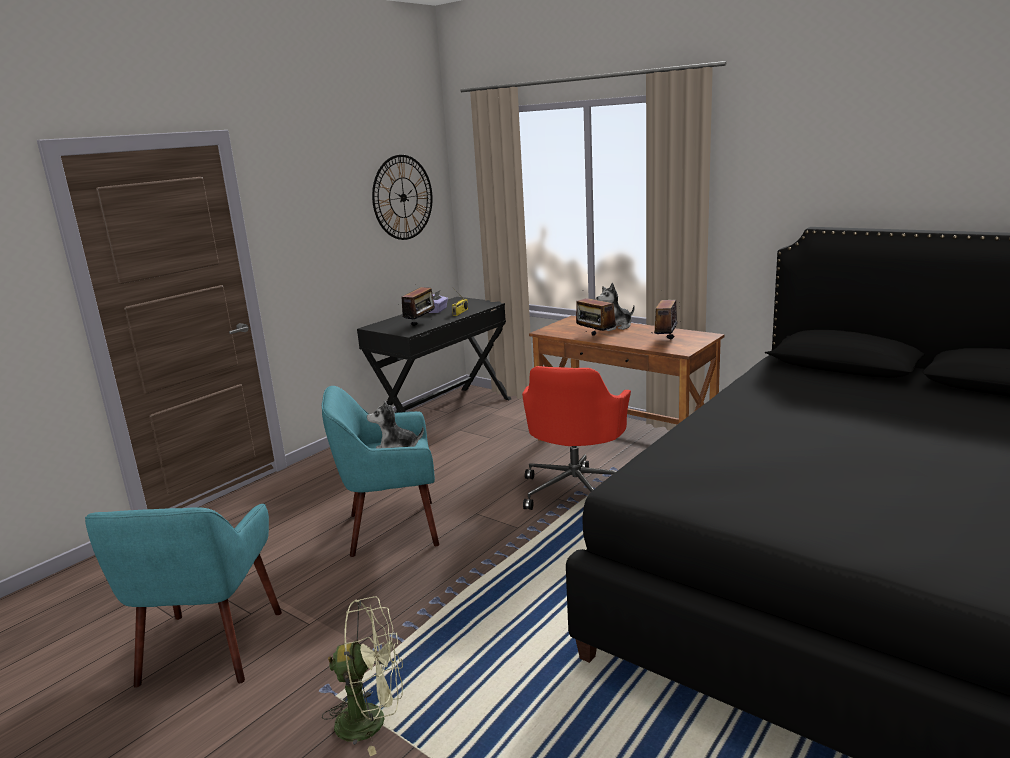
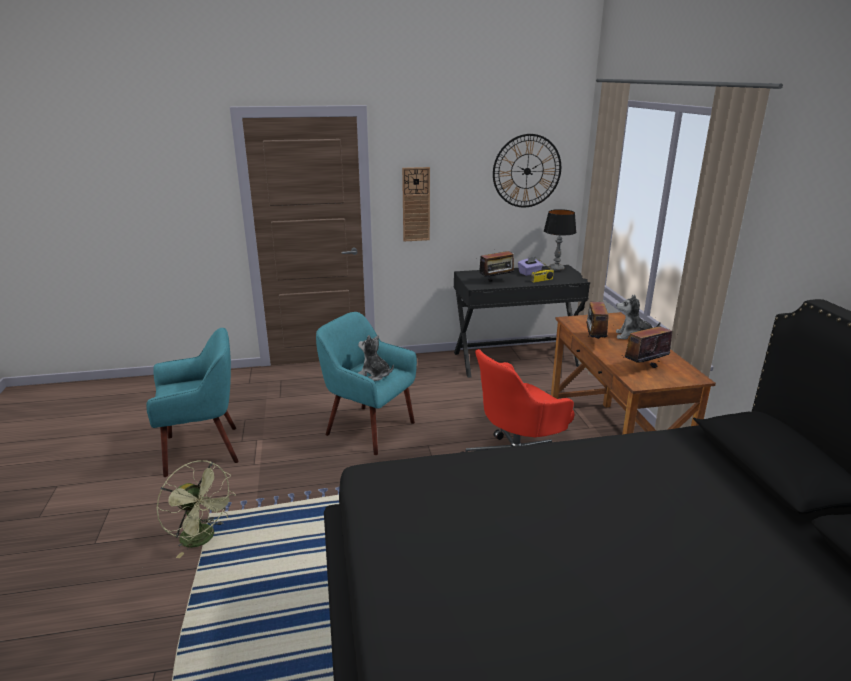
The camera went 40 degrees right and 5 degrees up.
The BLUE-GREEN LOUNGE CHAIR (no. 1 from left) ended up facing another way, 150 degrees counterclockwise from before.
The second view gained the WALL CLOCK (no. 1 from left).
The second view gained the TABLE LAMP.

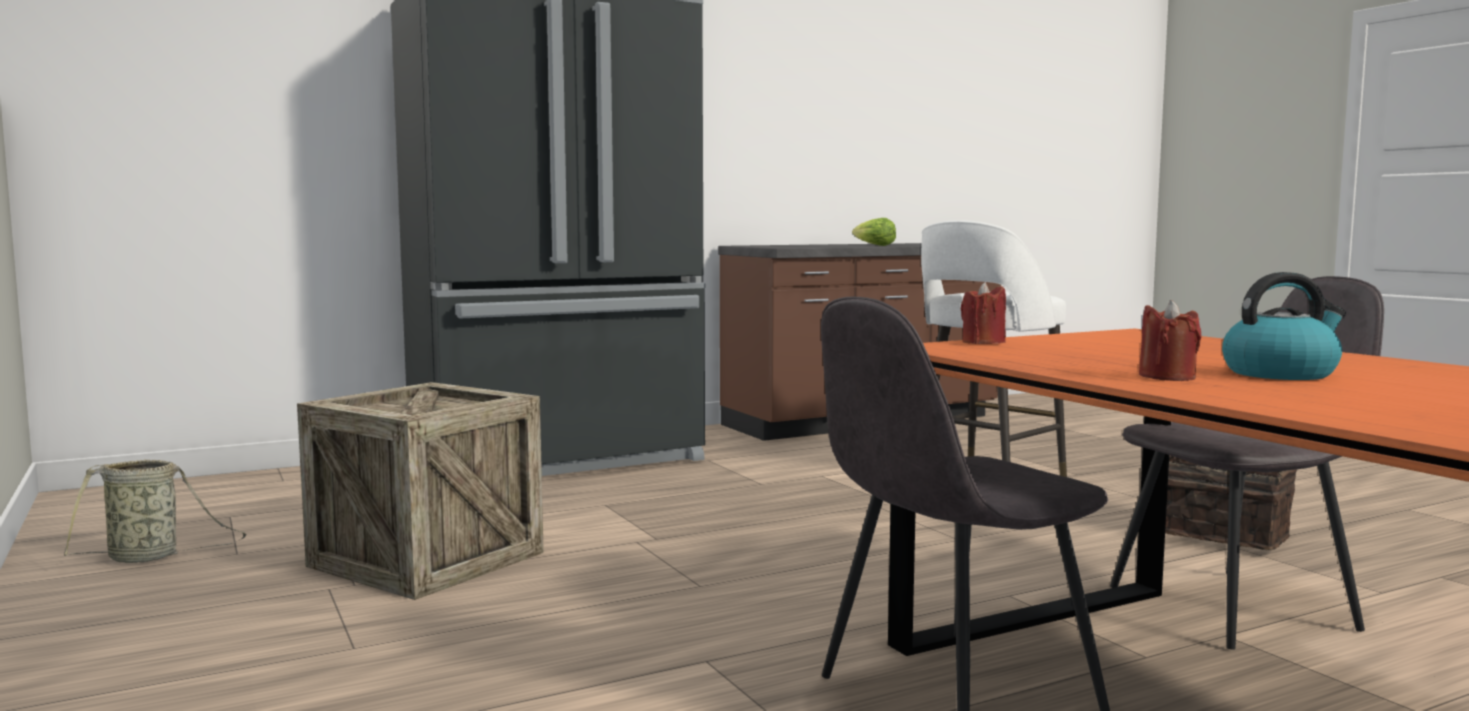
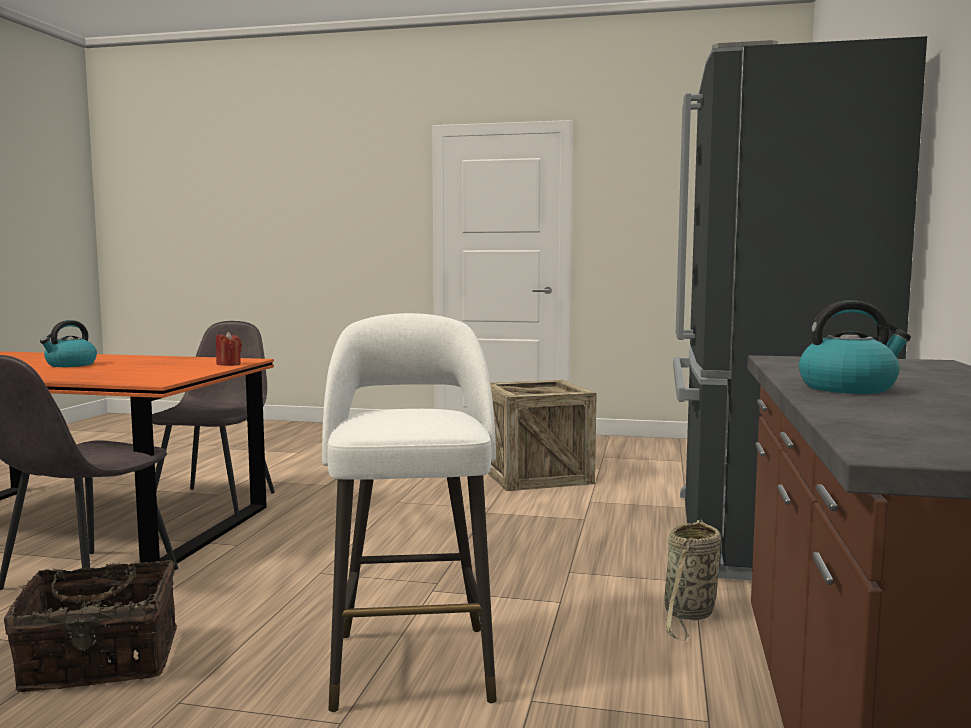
The camera went 130 degrees right and 0 degrees up.
The STORAGE BASKET (no. 1 from left in the first image) ended up elsewhere.
Where the HEAD OF LETTUCE stood, the WATER KETTLE (no. 2 from left) came to stand.
The second view lost the RED CANDLE (no. 2 from left).

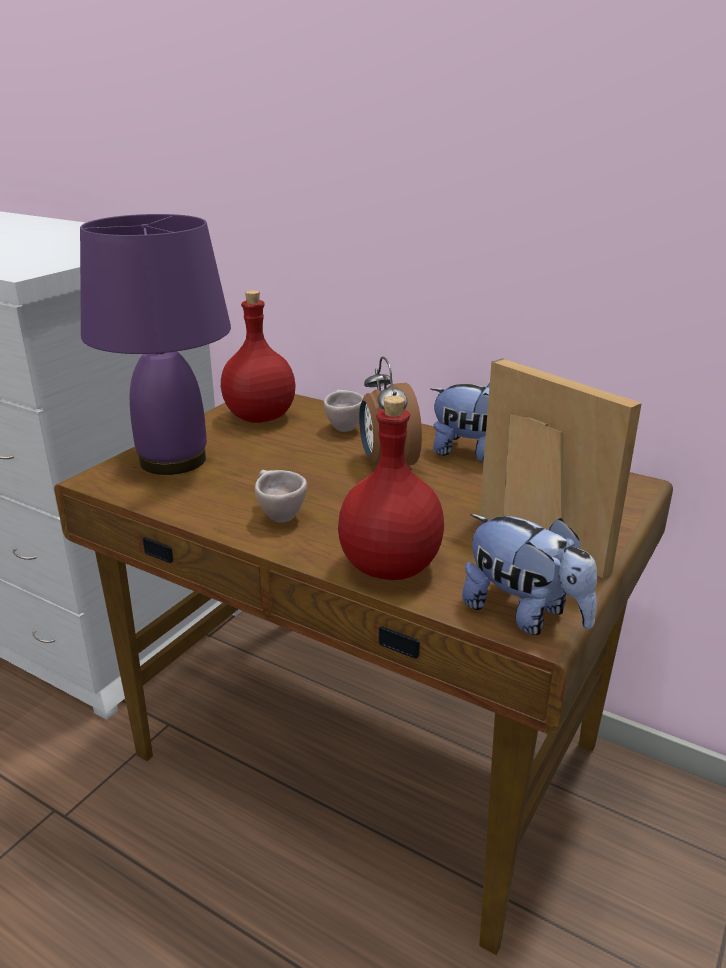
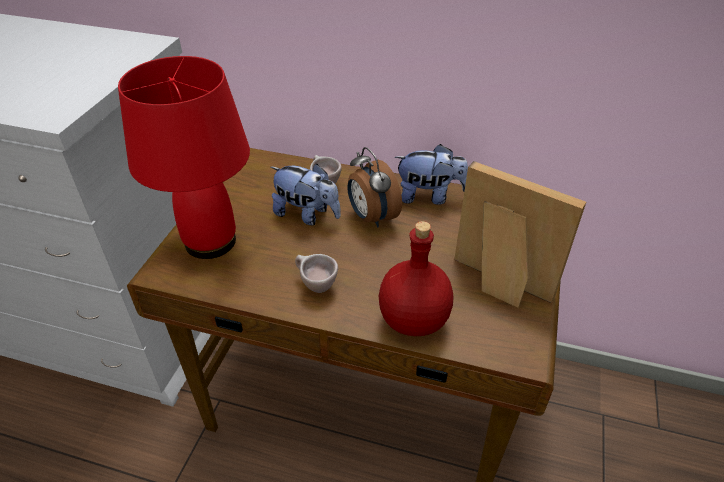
The camera went 15 degrees left and 15 degrees up.
What was the PURPLISH TABLE LAMP turned into the RED TABLE LAMP.
The second view lost the RED BOTTLE (no. 1 from left).
The SOFT TOY (no. 2 from left in the first image) ended up elsewhere.

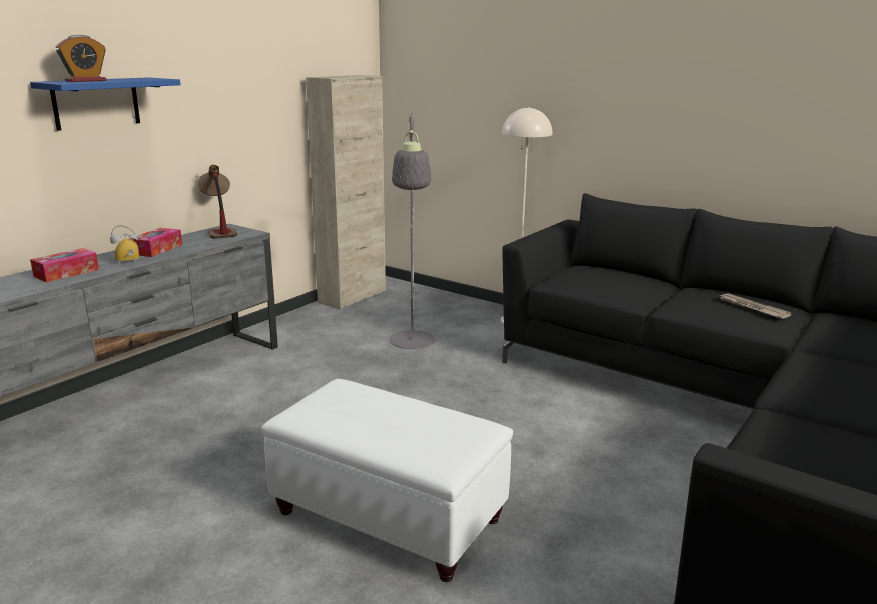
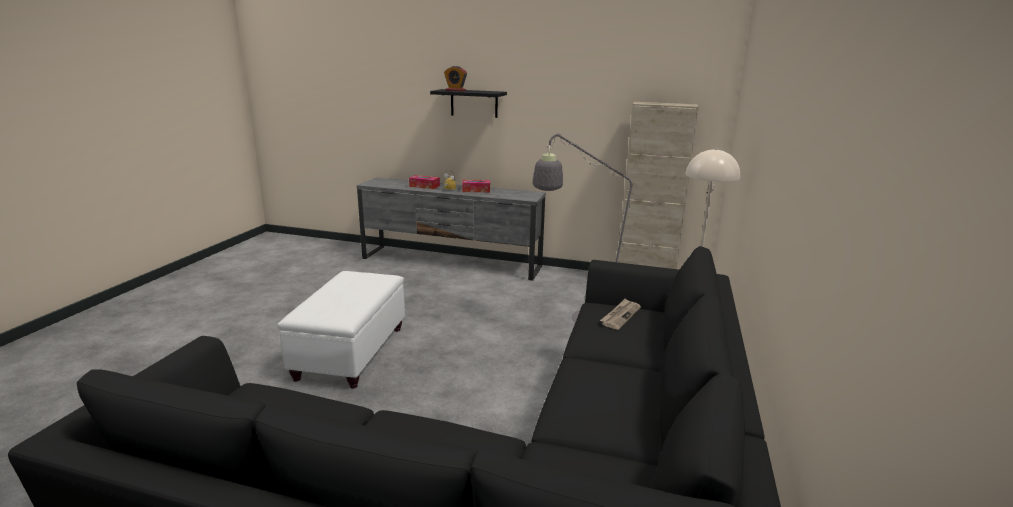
The camera went 70 degrees right and 0 degrees up.
What was the BLUE-COLOURED SHELF turned into the BLACKISH SHELF.
The second view lost the TABLE LAMP.
The DAILY PAPER ended up elsewhere.

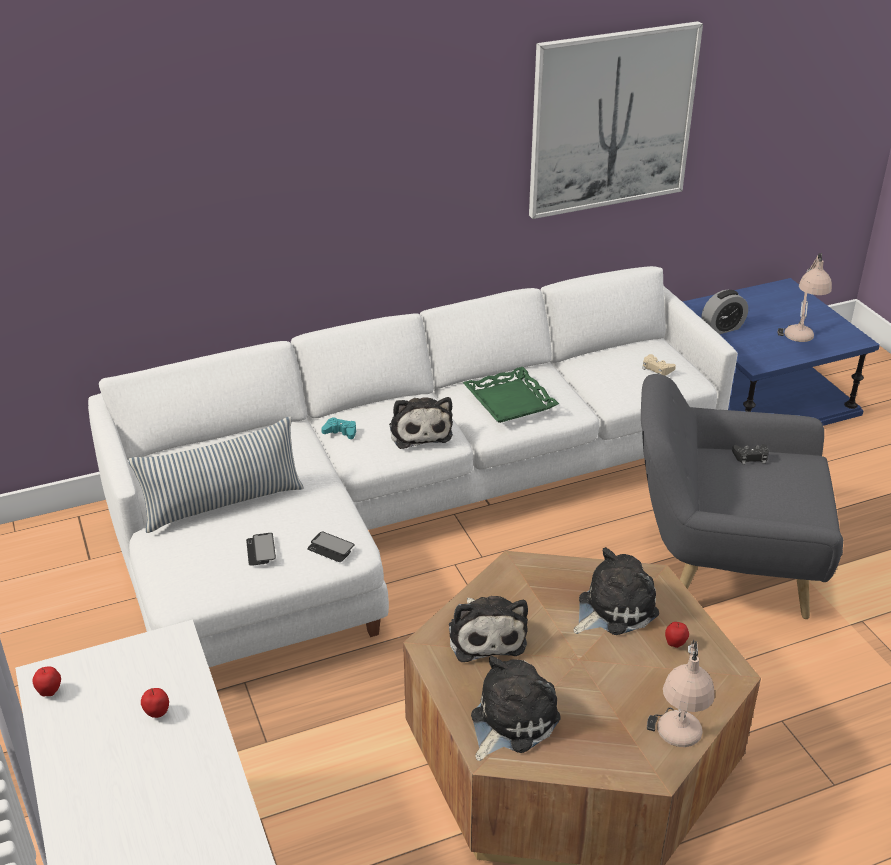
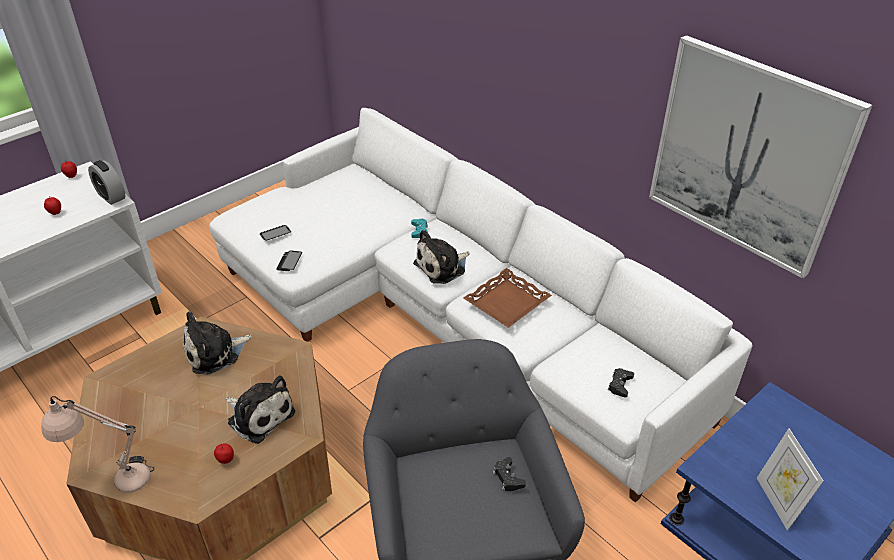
The camera went 70 degrees right and 5 degrees up.
The second view lost the CUSHION.
What was the GREEN CARRYING TRAY turned into the BROWNISH CARRYING TRAY.
The second view lost the SOFT TOY (no. 3 from left).
What was the SAND-COLOURED GAMEPAD turned into the BLACKISH GAMEPAD (no. 2 from left).
The TABLE CLOCK ended up elsewhere.
Where the SAND-COLOURED TABLE LAMP (no. 2 from left) stood, the PICTURE FRAME came to stand.

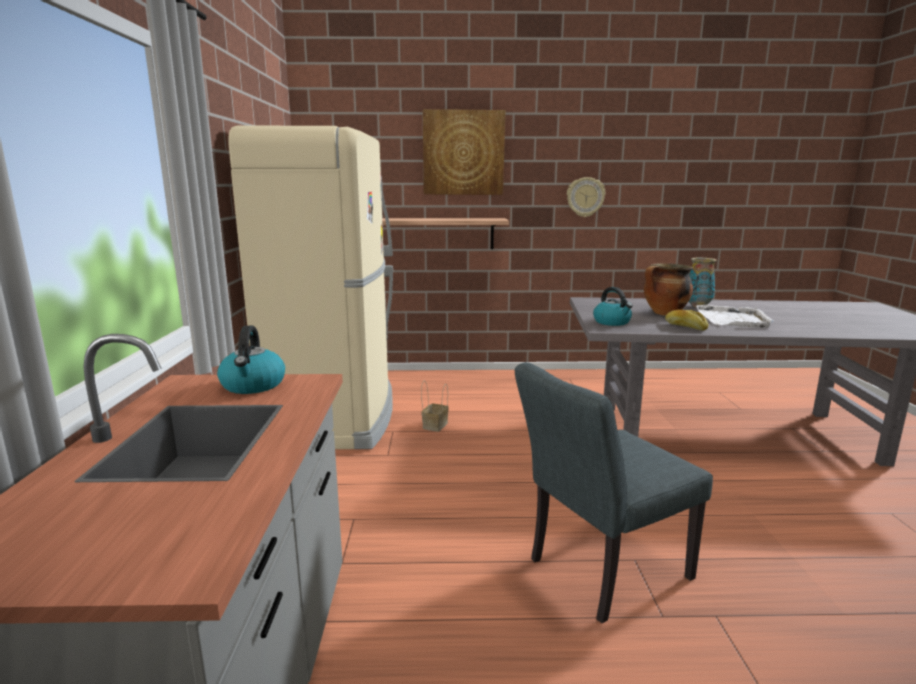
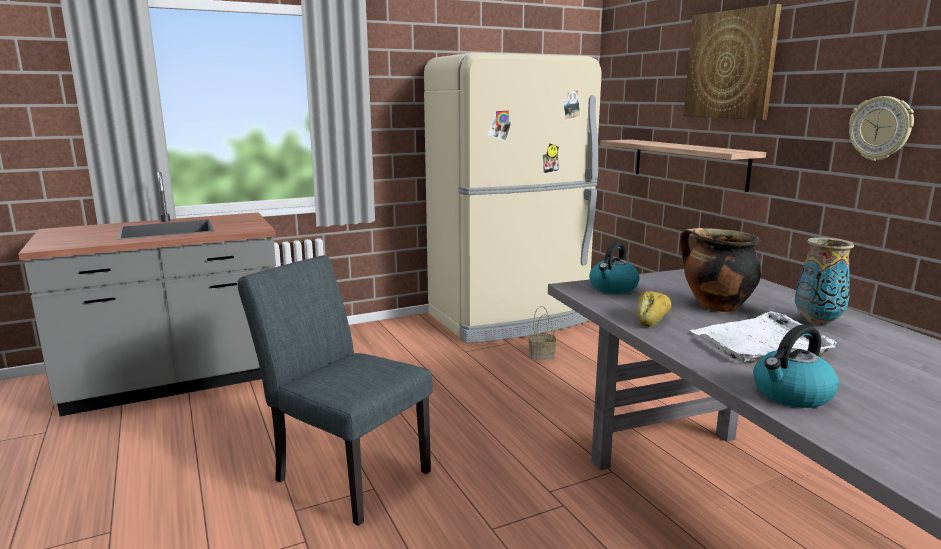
The camera went 65 degrees right and 0 degrees up.
The WATER KETTLE (no. 1 from left in the first image) ended up elsewhere.

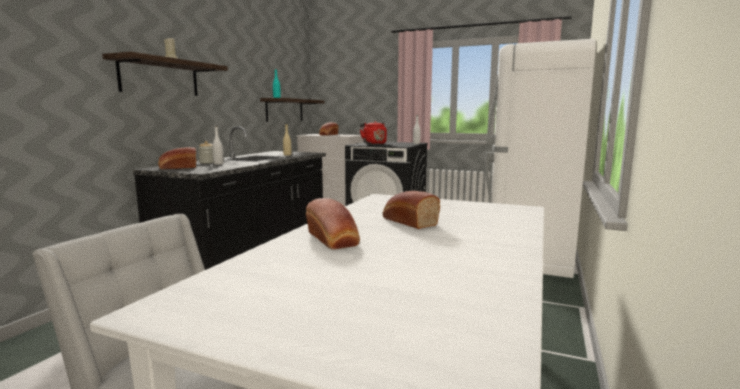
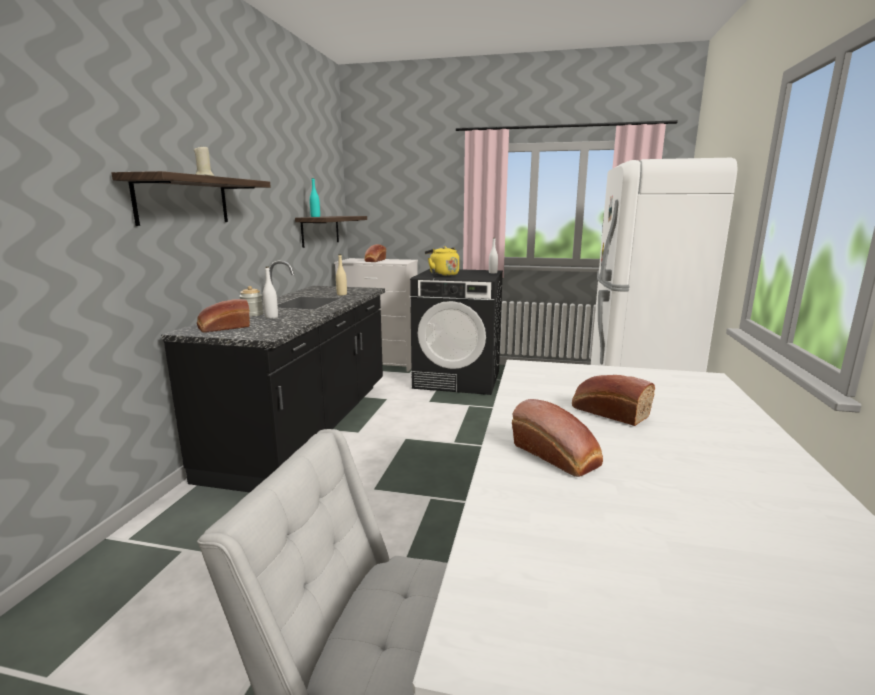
The camera went 10 degrees left and 5 degrees up.
What was the RED WATER KETTLE turned into the YELLOW WATER KETTLE.

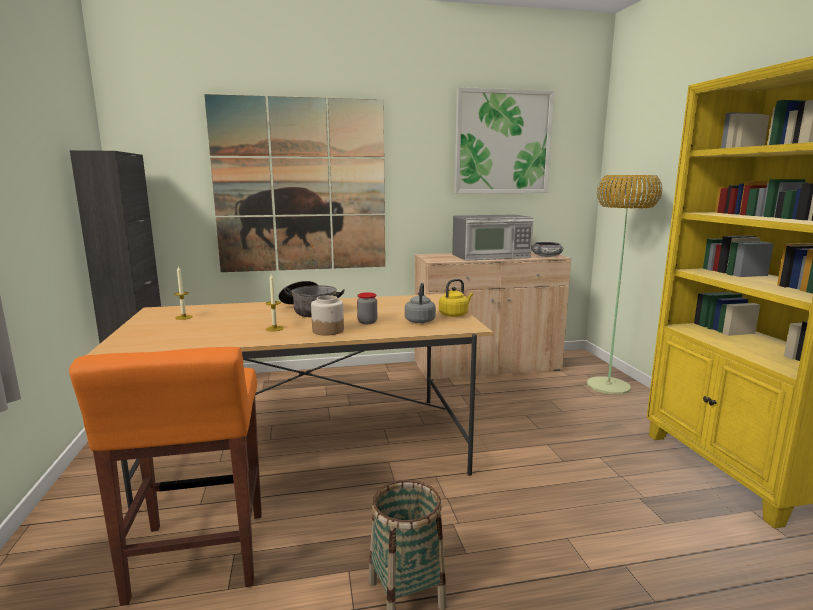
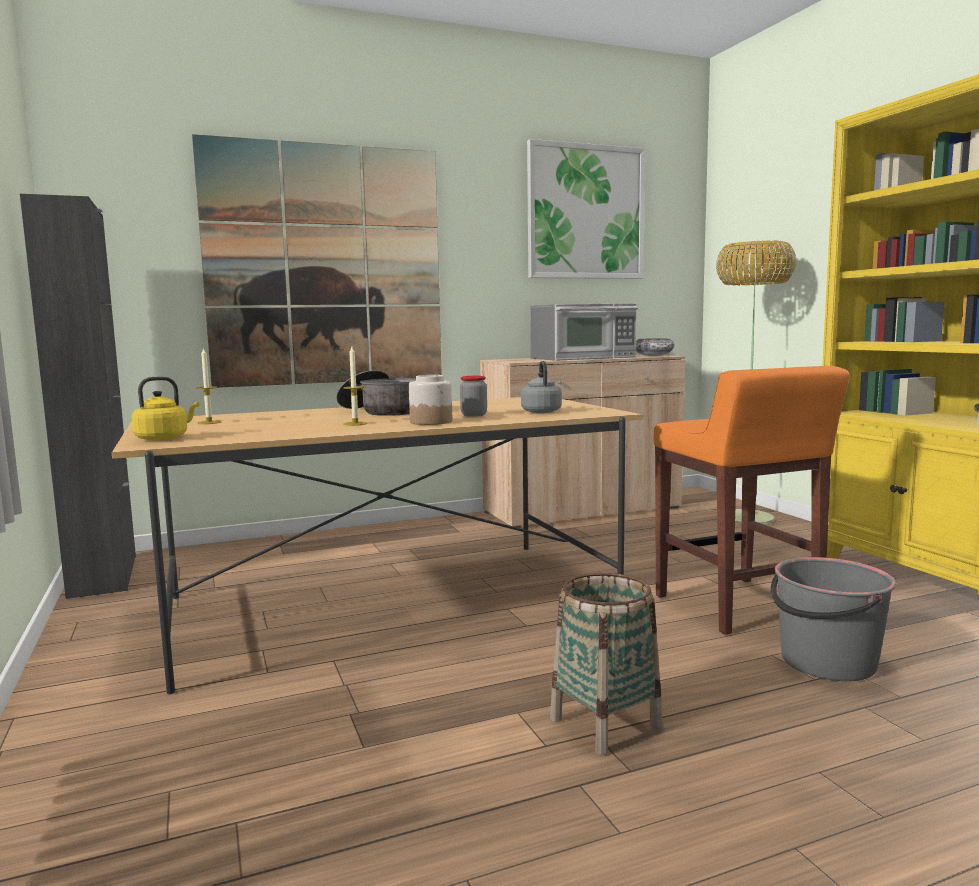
The camera went 10 degrees left and 5 degrees down.
The ORANGE STOOL SEAT ended up elsewhere.
The YELLOW WATER KETTLE ended up elsewhere.
The second view gained the GREYISH PAIL.

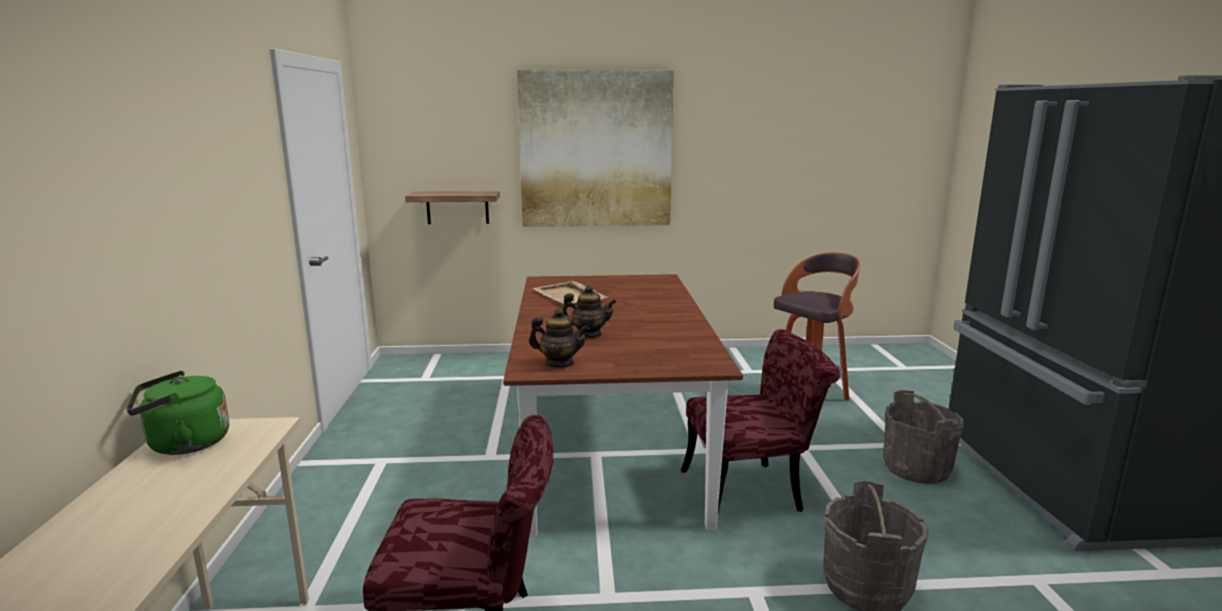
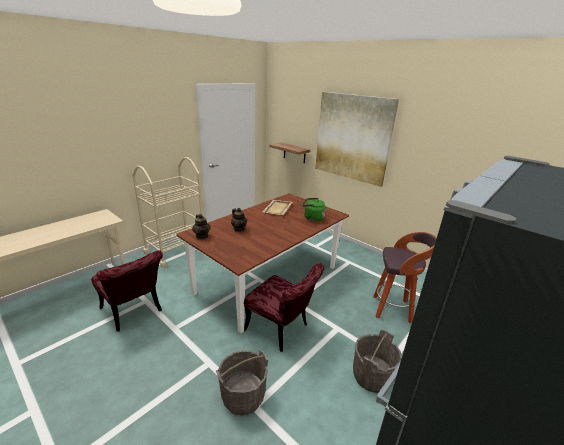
The camera went 45 degrees right and 10 degrees up.
The GREEN WATER KETTLE ended up elsewhere.
The second view gained the SAND-COLOURED WHEELED CART.

